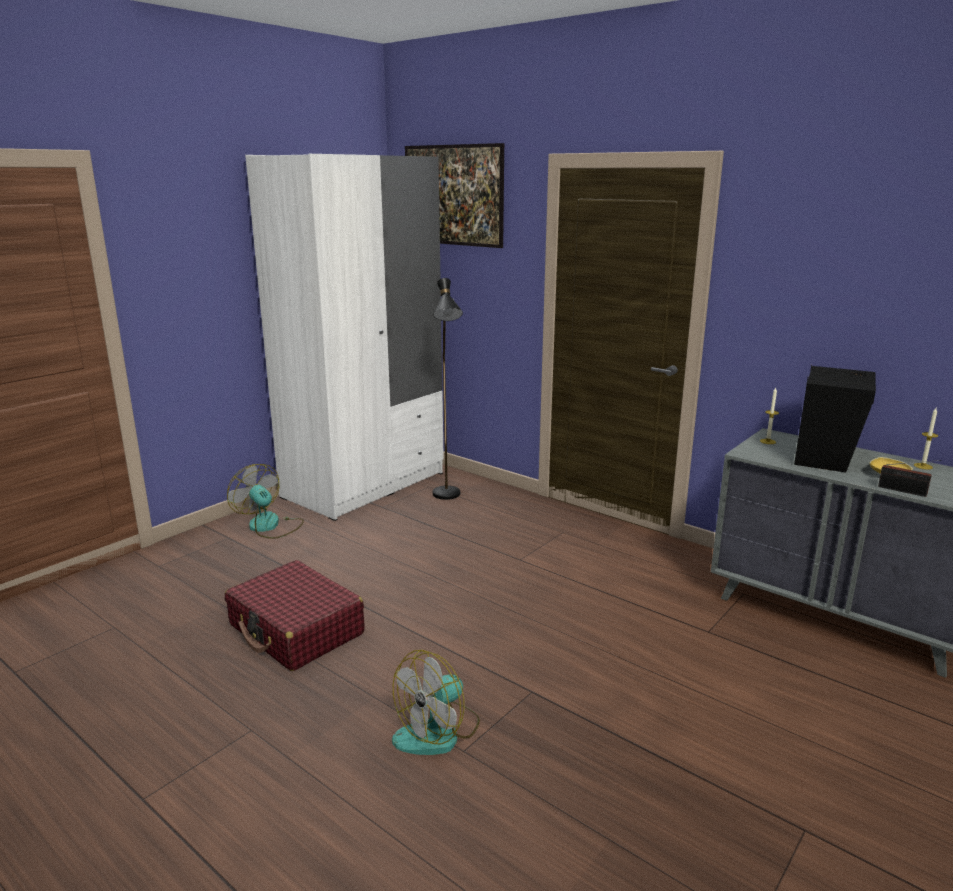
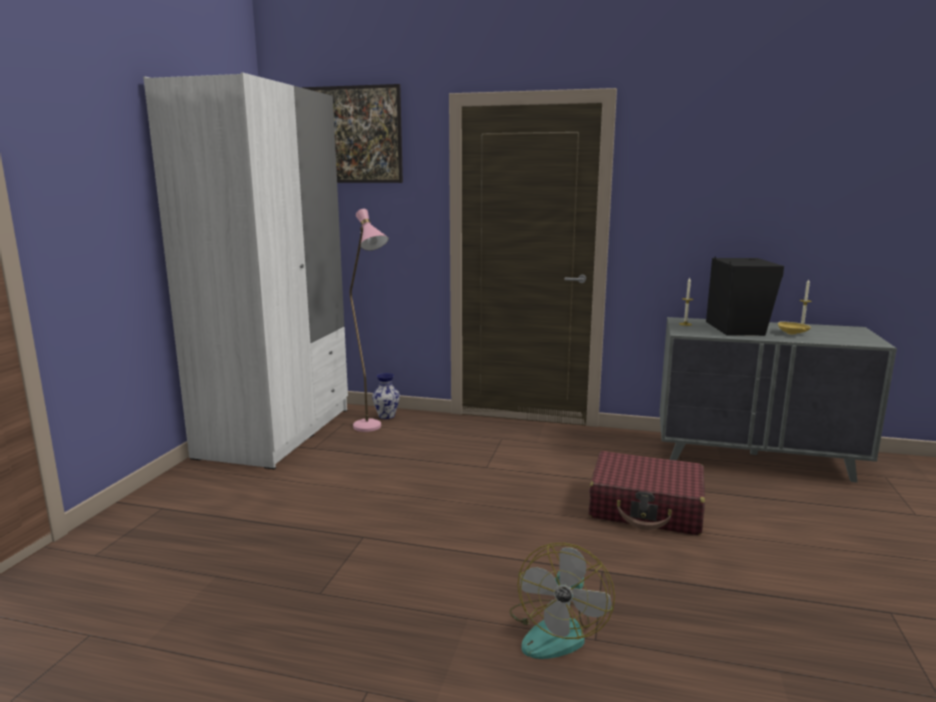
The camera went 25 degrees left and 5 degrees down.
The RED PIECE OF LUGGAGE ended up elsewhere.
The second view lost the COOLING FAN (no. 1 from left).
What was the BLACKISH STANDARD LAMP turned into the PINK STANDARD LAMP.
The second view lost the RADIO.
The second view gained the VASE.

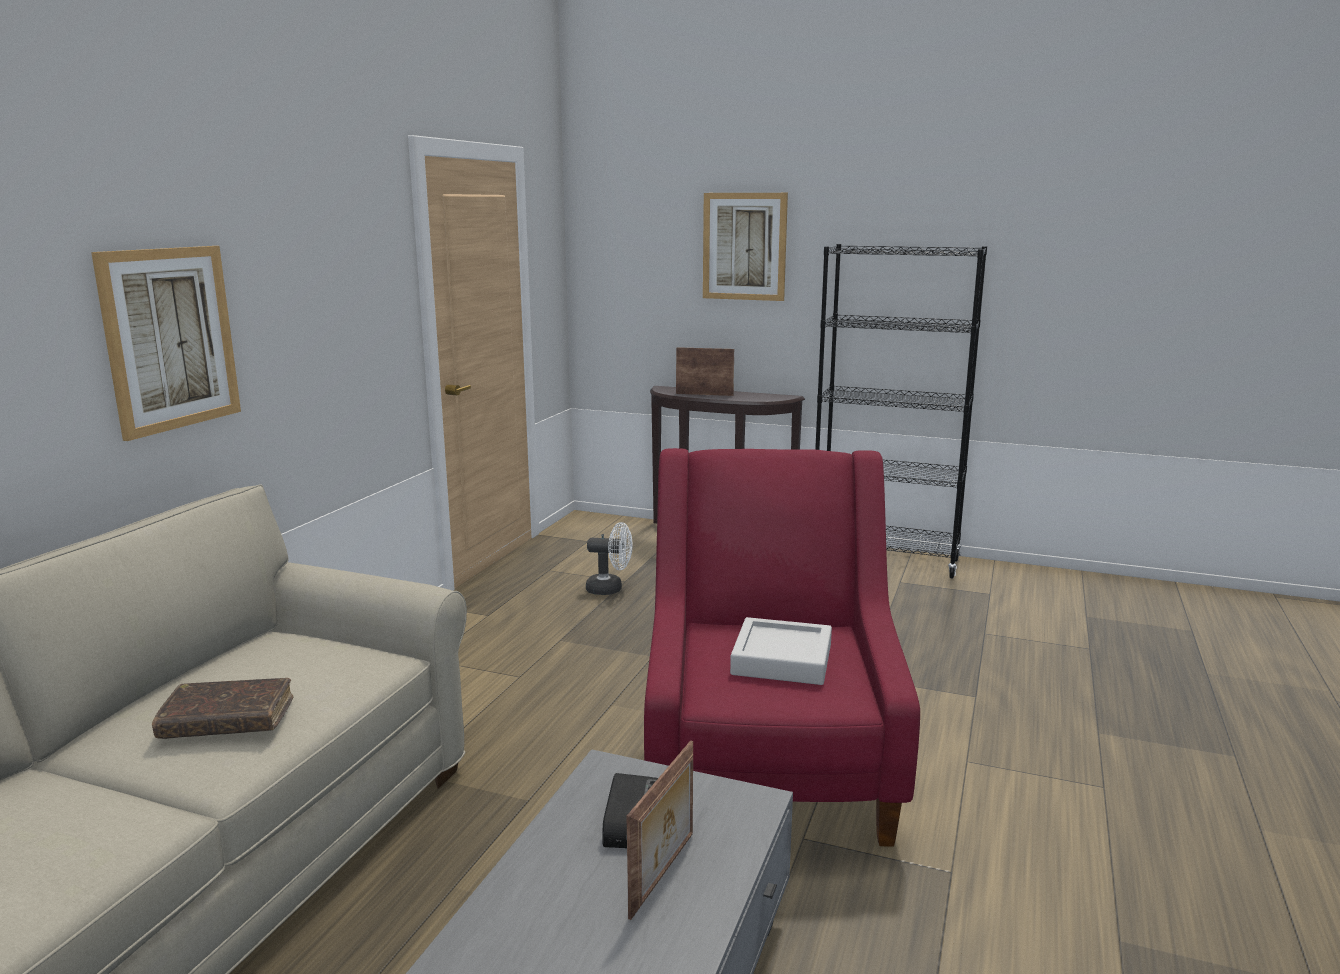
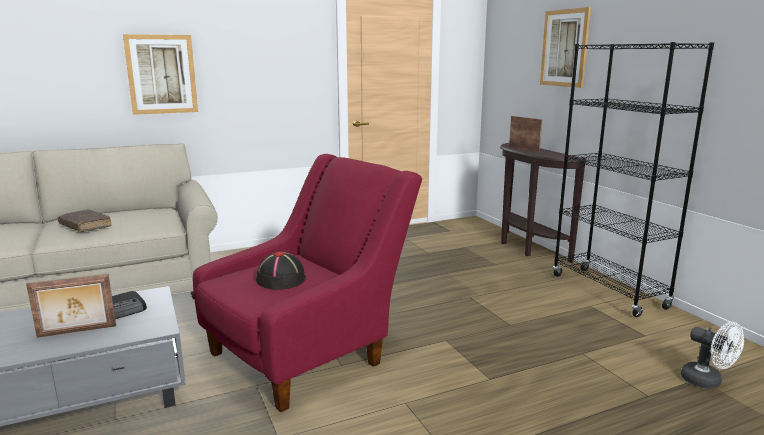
The camera went 45 degrees right and 0 degrees up.
The WHITE-COLOURED COOLING FAN ended up elsewhere.
Where the GREYISH CARRYING TRAY stood, the BLACKISH HAT came to stand.

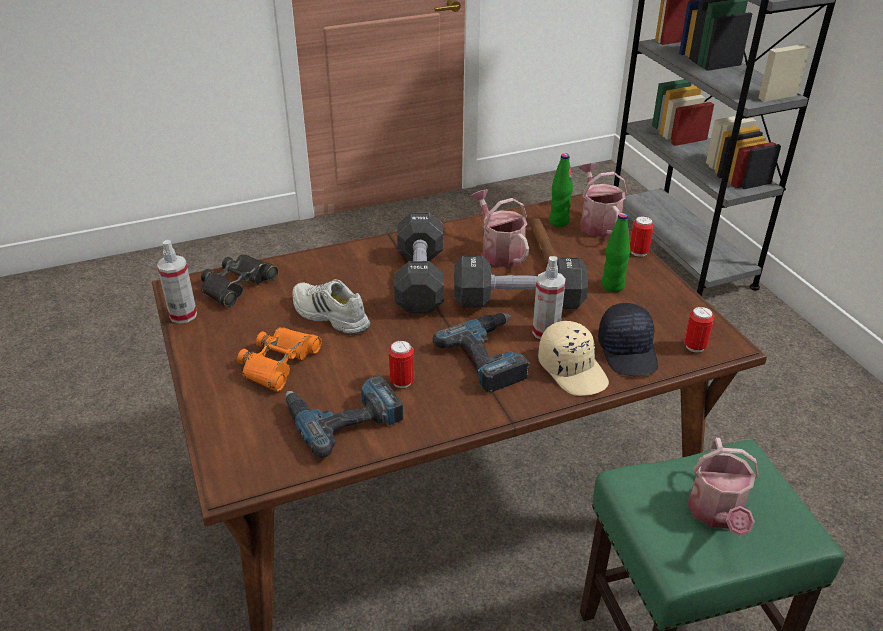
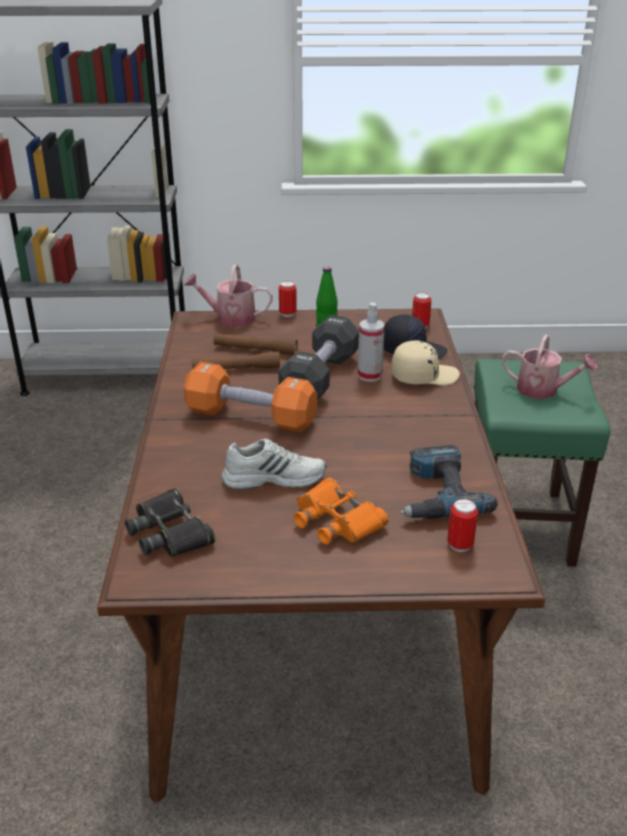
The camera went 70 degrees left and 5 degrees down.
The second view lost the SPRAYER (no. 1 from left).
The WHITE-COLOURED ITEM OF FOOTWEAR ended up facing another way, 150 degrees counterclockwise from before.
The CAN (no. 1 from left in the first image) ended up elsewhere.
What was the BLACKISH DUMBBELL (no. 1 from left) turned into the ORANGE DUMBBELL.
The second view lost the DRILL (no. 2 from left).
Where the WATERING CAN (no. 1 from left) stood, the BROWNISH HAND TORCH (no. 1 from left) came to stand.
The second view lost the GREEN BOTTLE (no. 1 from left).

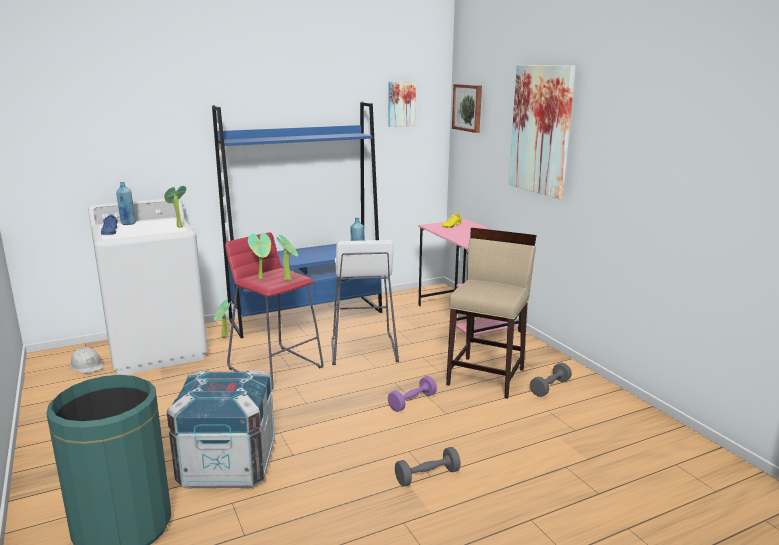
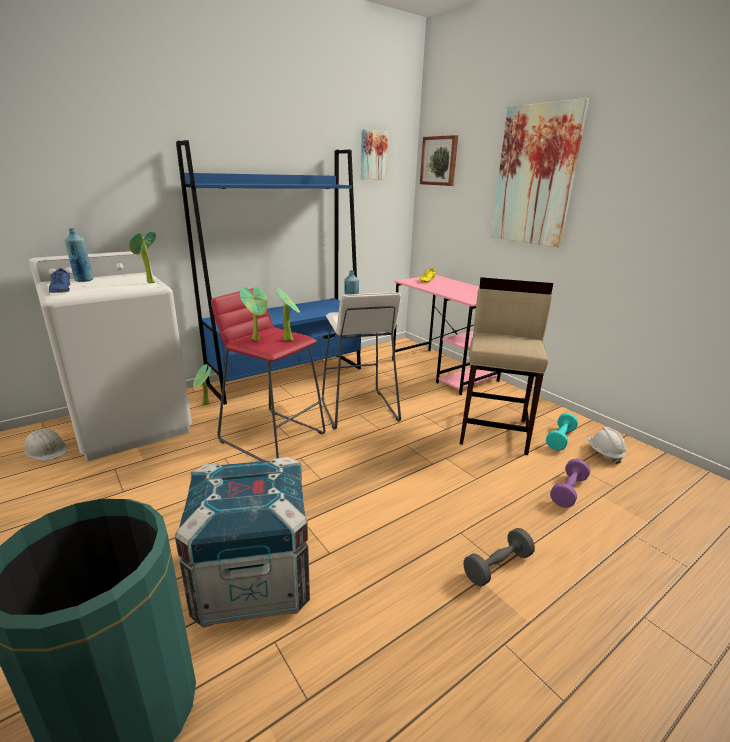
The camera went 10 degrees left and 5 degrees up.
The PURPLISH DUMBBELL ended up elsewhere.
What was the GREYISH DUMBBELL (no. 2 from left) turned into the BLUE-GREEN DUMBBELL.
The second view gained the WHITE-COLOURED HARD HAT (no. 2 from left).

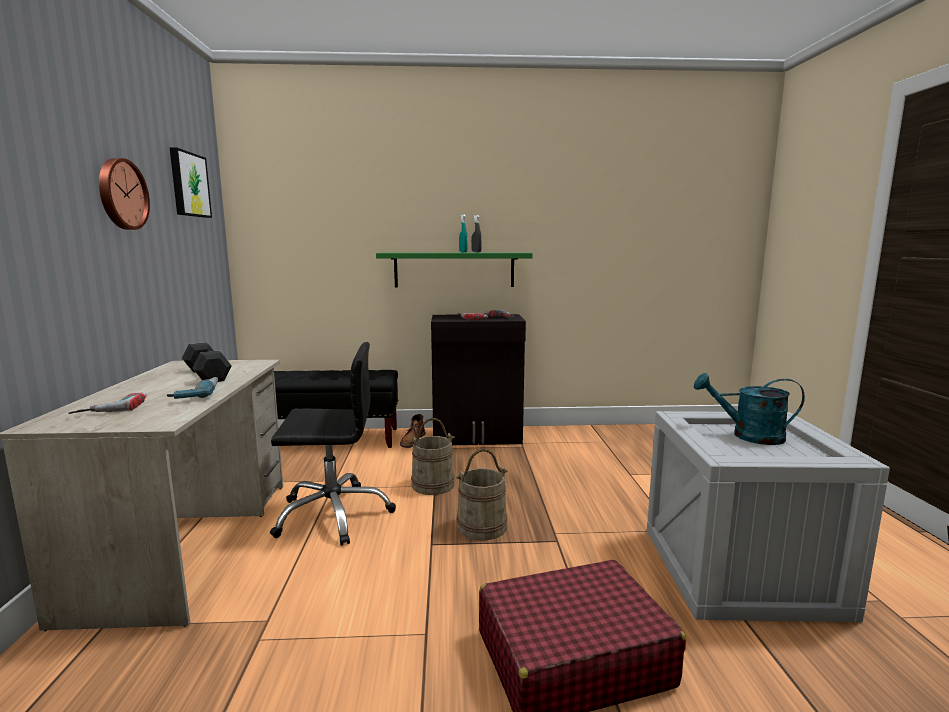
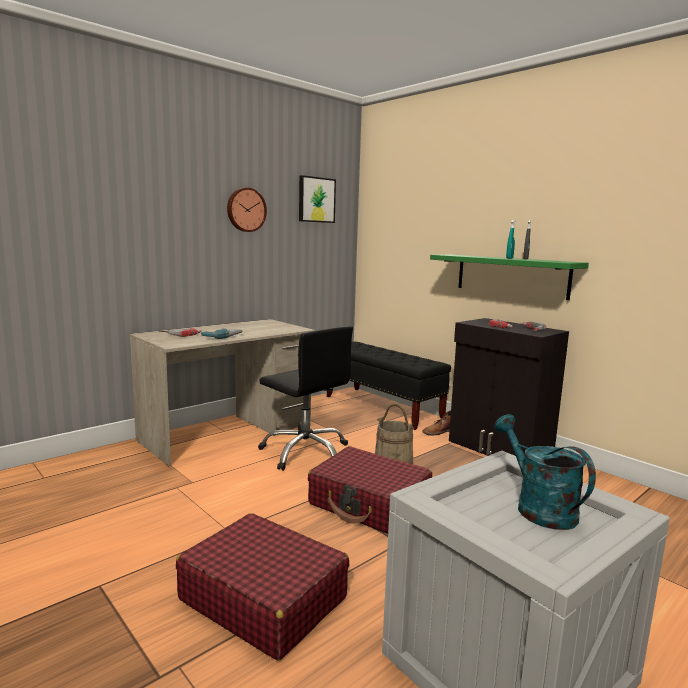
The camera went 50 degrees right and 0 degrees up.
The second view lost the GREYISH DUMBBELL.
Where the SAND-COLOURED PAIL (no. 2 from left) stood, the RED PIECE OF LUGGAGE (no. 2 from left) came to stand.

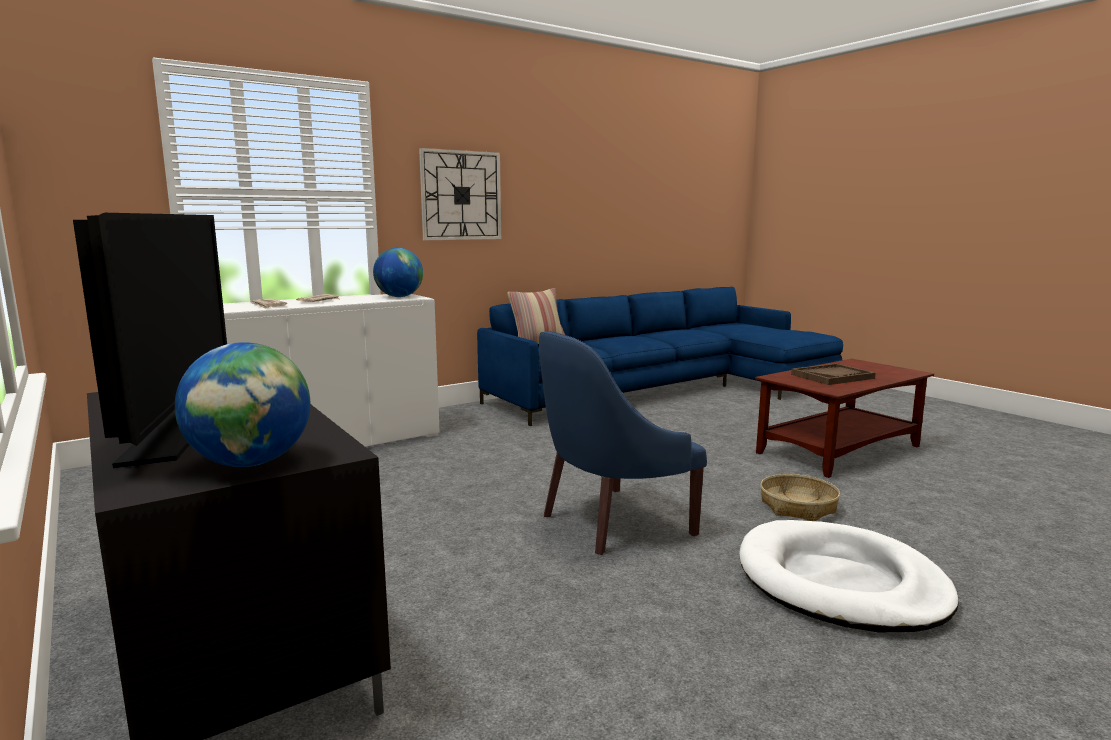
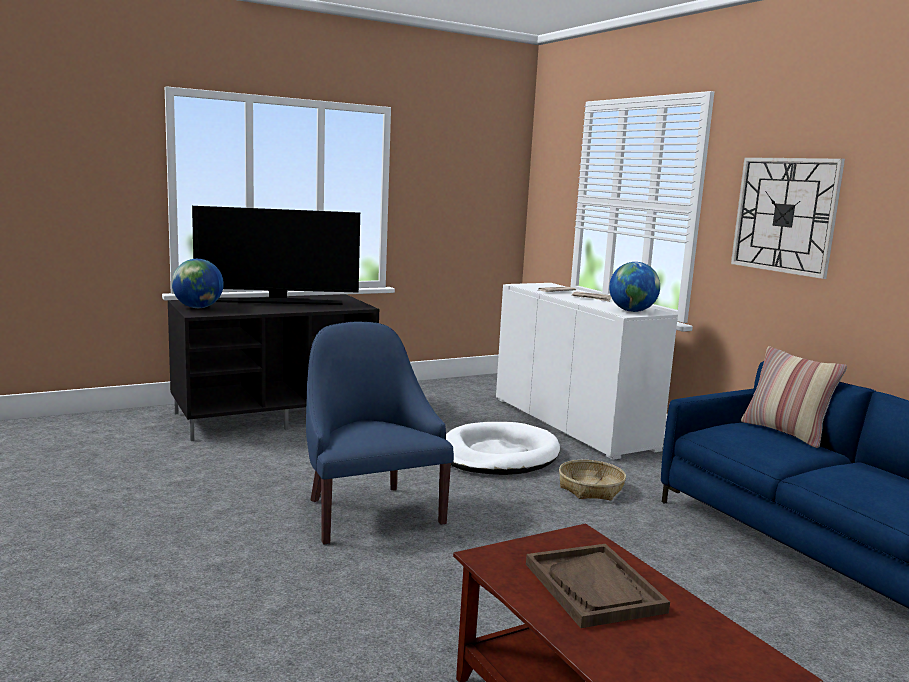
The camera went 95 degrees right and 0 degrees up.
The WHITE-COLOURED PET BED ended up elsewhere.
The STORAGE BASKET ended up elsewhere.

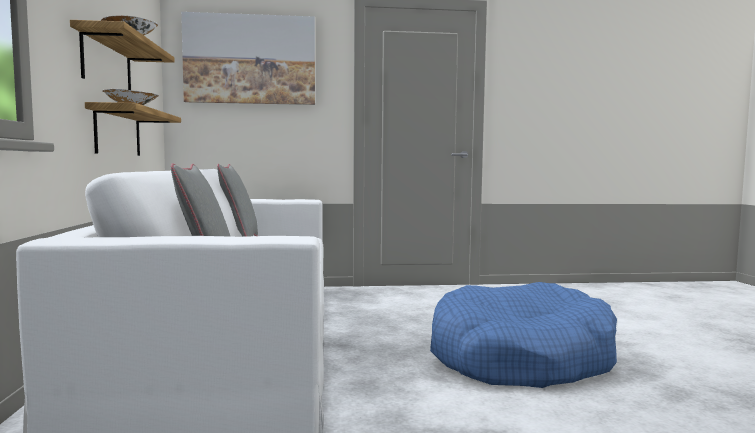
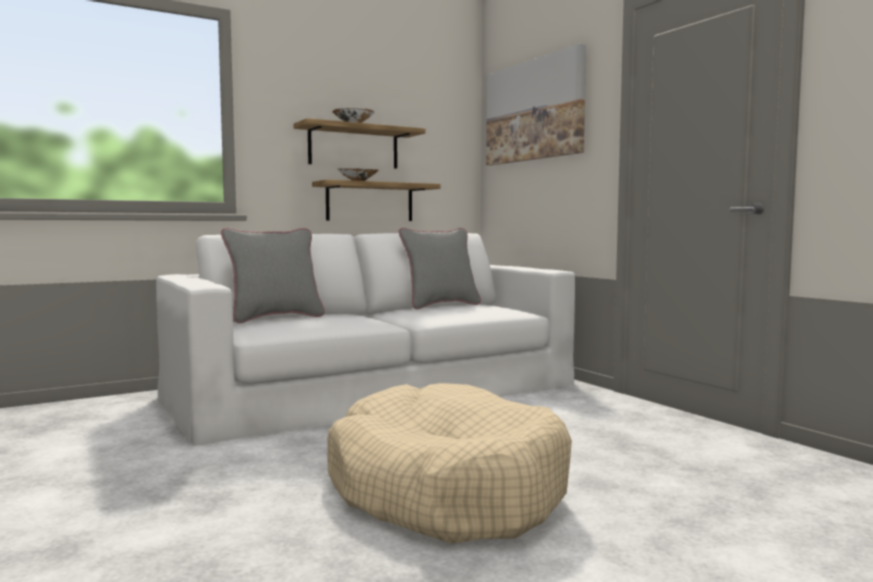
The camera went 65 degrees right and 0 degrees up.
What was the BLUE-COLOURED PET BED turned into the SAND-COLOURED PET BED.

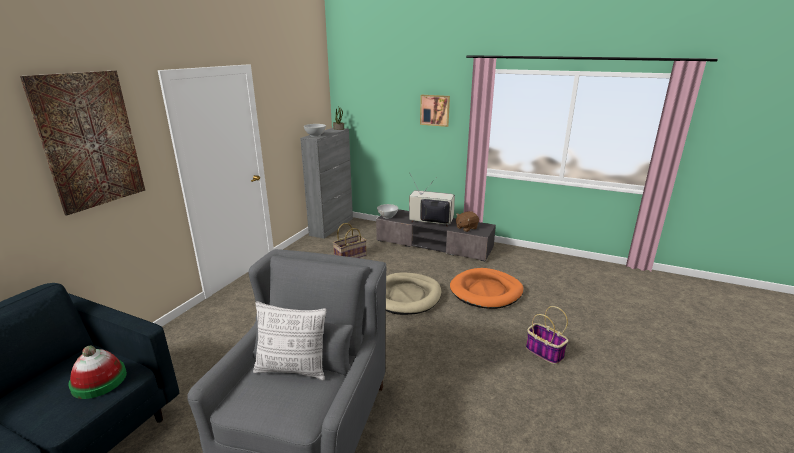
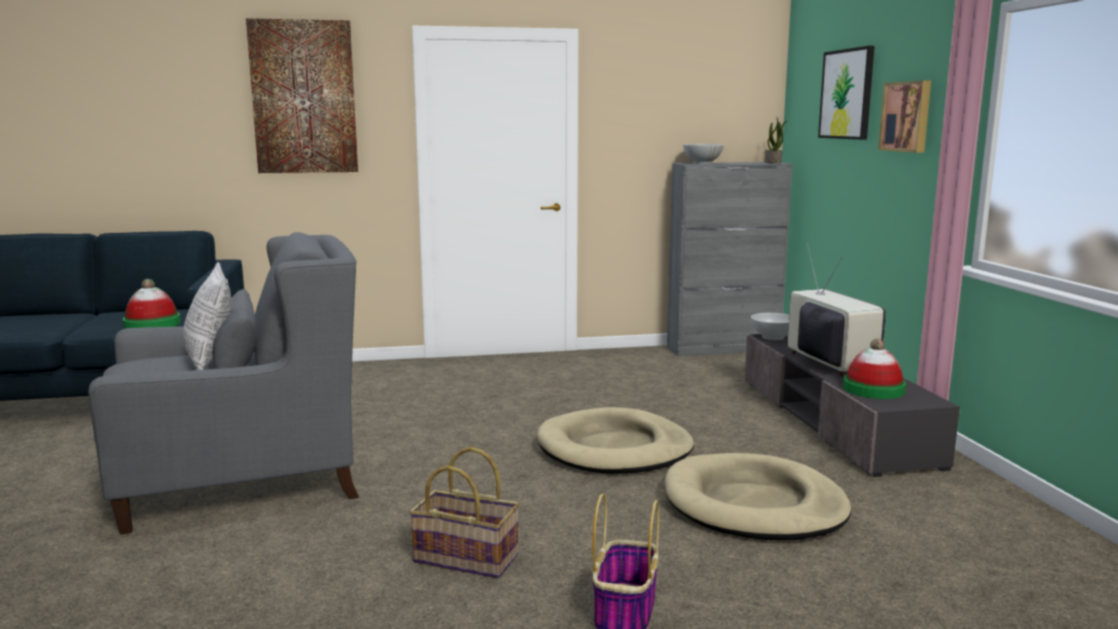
The camera went 55 degrees right and 10 degrees down.
The STORAGE BASKET (no. 1 from left) ended up elsewhere.
What was the ORANGE PET BED turned into the SAND-COLOURED PET BED (no. 2 from left).
Where the BROWNISH SOFT TOY stood, the HAT (no. 2 from left) came to stand.
The second view gained the PICTURE (no. 2 from left).

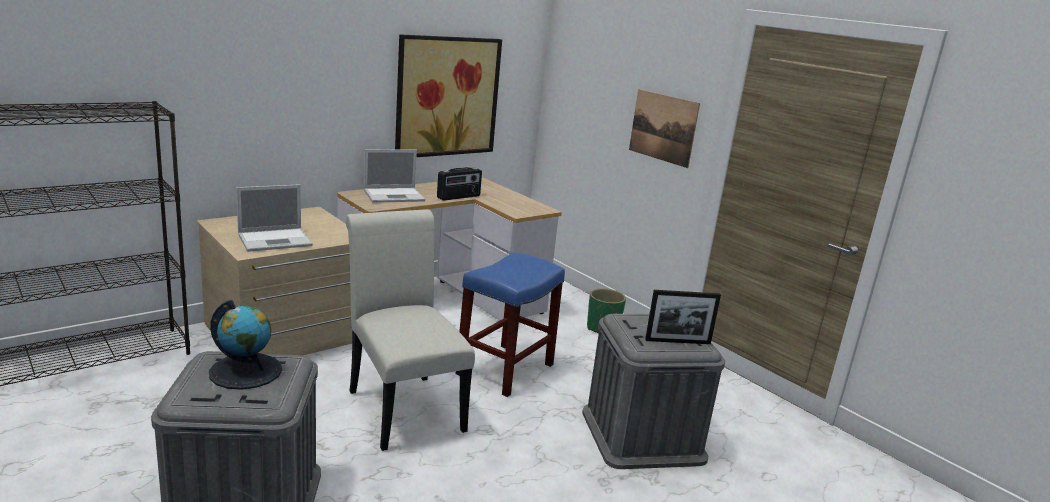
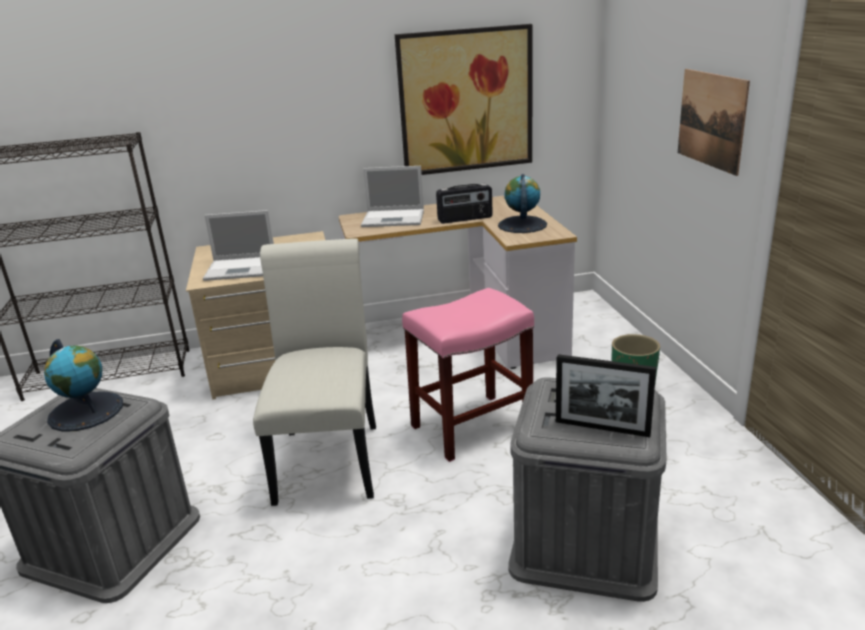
The camera went 30 degrees right and 5 degrees up.
What was the BLUE-COLOURED STOOL SEAT turned into the PINK STOOL SEAT.
The second view gained the GLOBE (no. 2 from left).

